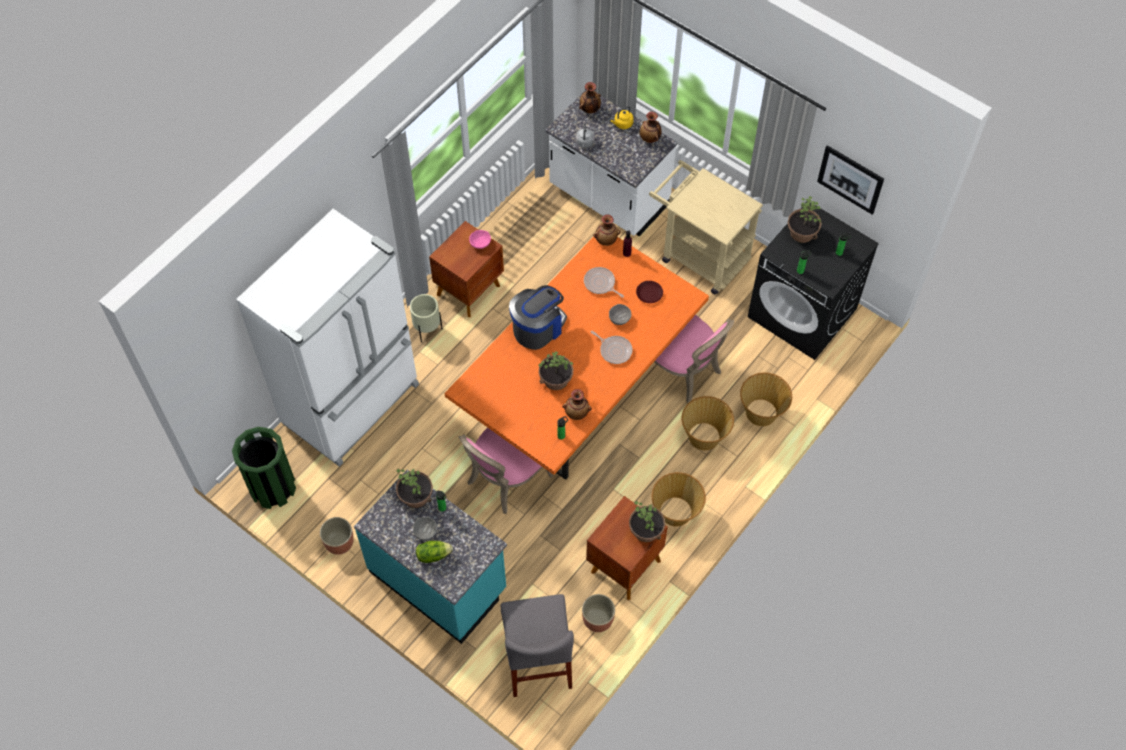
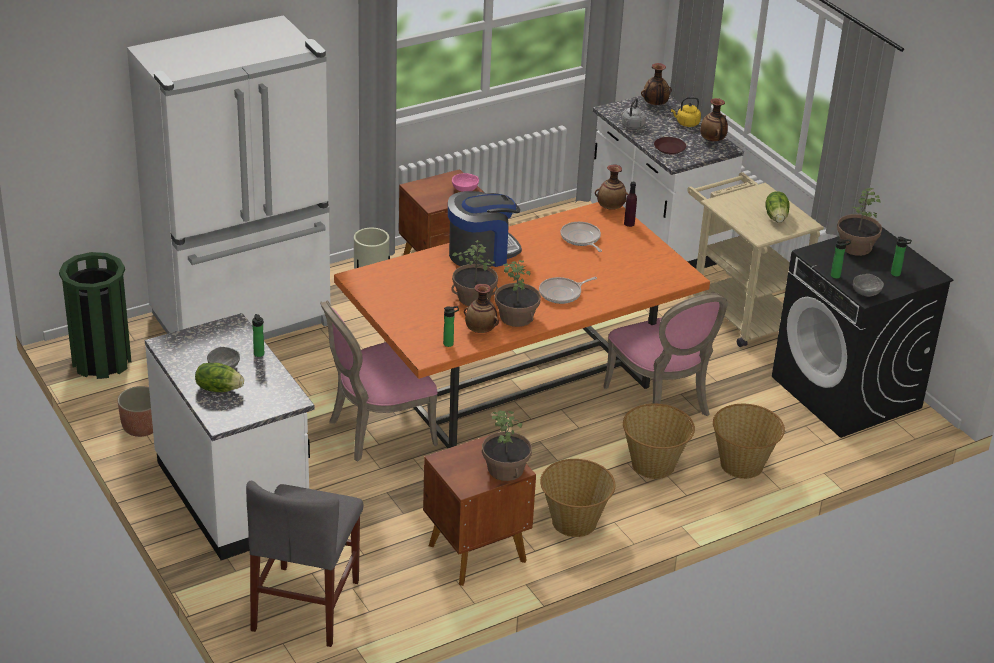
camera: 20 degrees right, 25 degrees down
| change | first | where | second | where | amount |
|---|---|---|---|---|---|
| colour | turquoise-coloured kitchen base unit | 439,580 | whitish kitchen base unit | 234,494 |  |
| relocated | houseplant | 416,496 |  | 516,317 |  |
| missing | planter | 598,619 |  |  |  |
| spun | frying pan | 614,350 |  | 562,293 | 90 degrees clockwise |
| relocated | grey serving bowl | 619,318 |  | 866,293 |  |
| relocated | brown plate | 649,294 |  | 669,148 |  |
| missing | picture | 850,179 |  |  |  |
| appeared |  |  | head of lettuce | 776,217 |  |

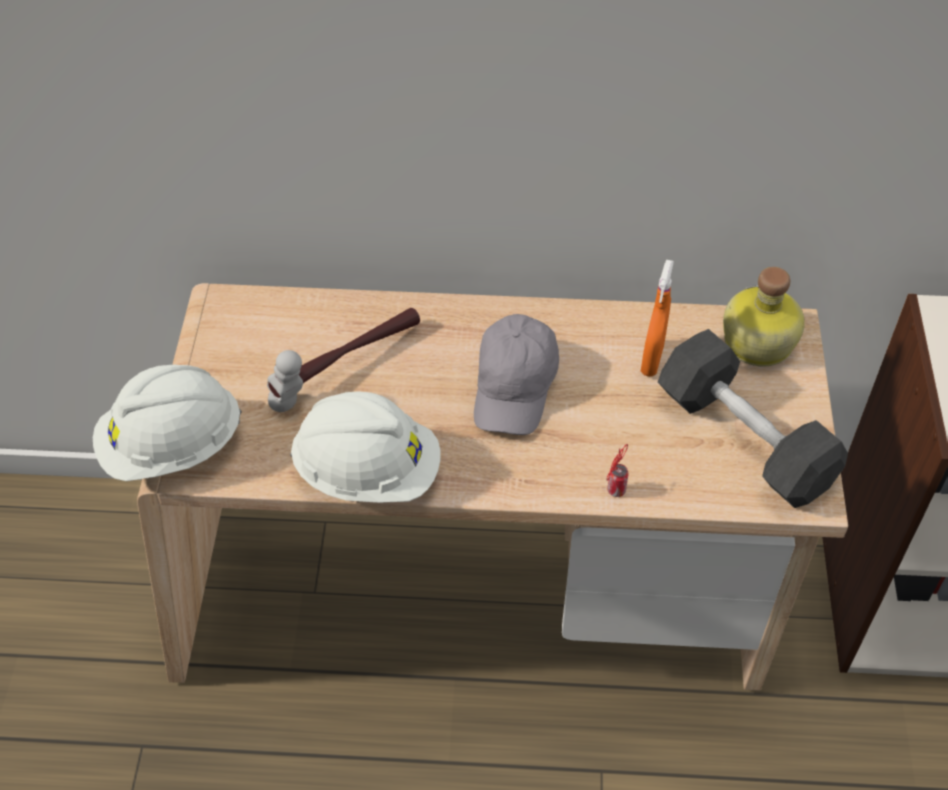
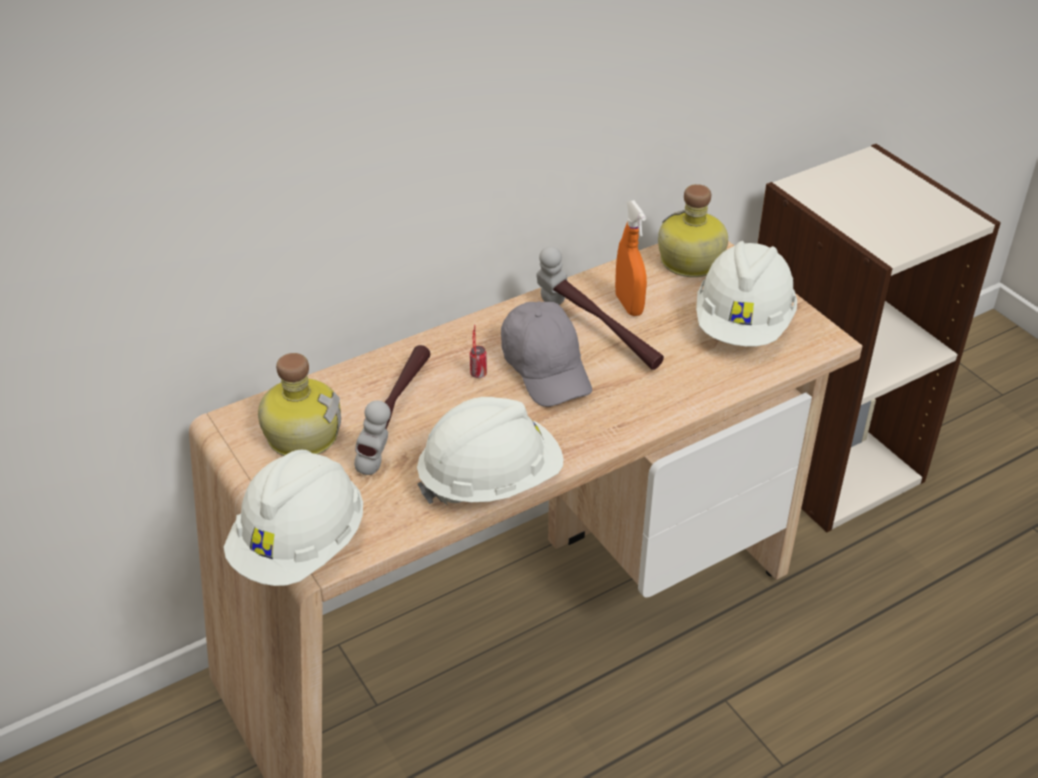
camera: 35 degrees left, 10 degrees down
| change | first | where | second | where | amount |
|---|---|---|---|---|---|
| relocated | sealed can | 615,492 |  | 478,375 |  |
| exchanged | grey dumbbell | 744,439 | whitish work helmet | 743,324 |  |
| appeared |  |  | drink bottle | 301,434 |  |
| appeared |  |  | hand hammer | 596,333 |  |

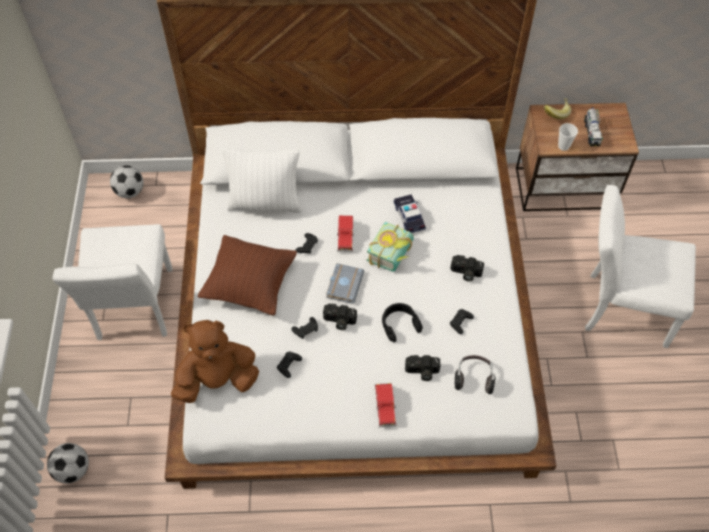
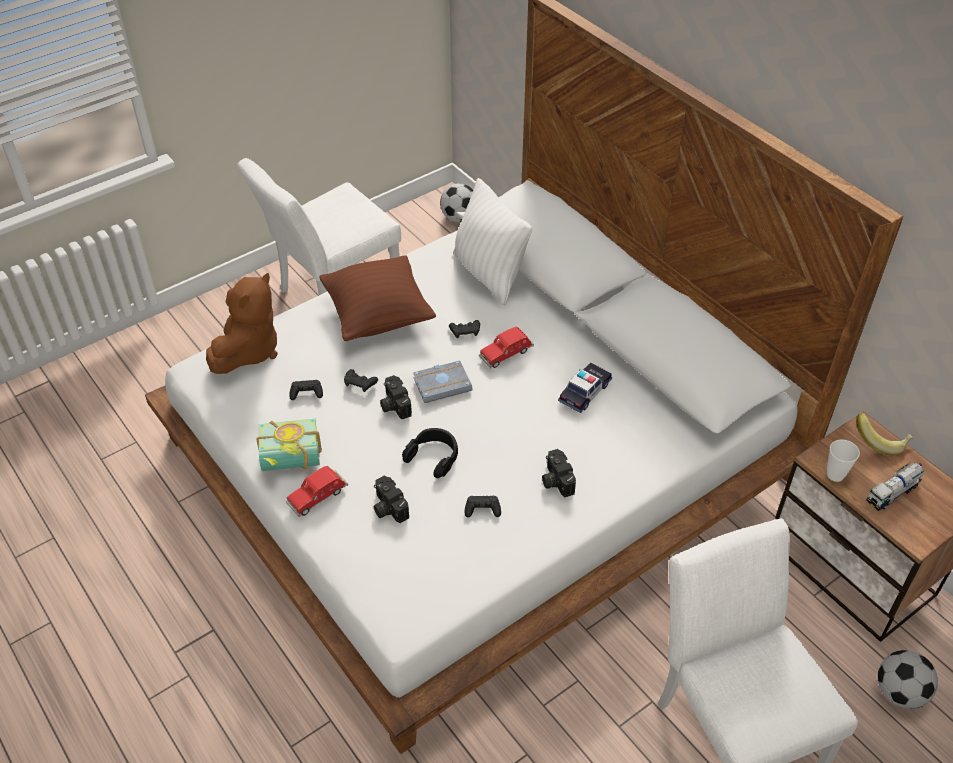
camera: 55 degrees right, 10 degrees down
| change | first | where | second | where | amount |
|---|---|---|---|---|---|
| relocated | football | 73,470 |  | 900,692 |  |
| spun | brown plush toy | 217,380 |  | 248,351 | 75 degrees clockwise |
| relocated | bound book | 394,255 |  | 291,462 |  |
| missing | headphones | 474,378 |  |  |  |

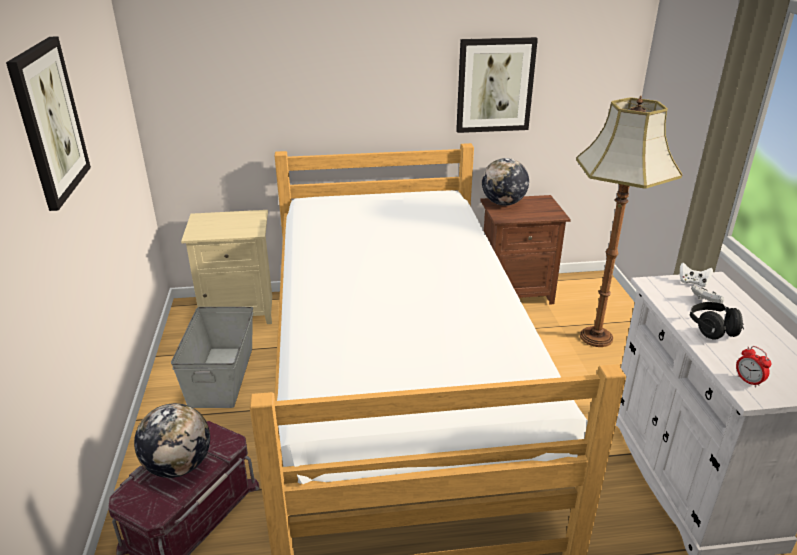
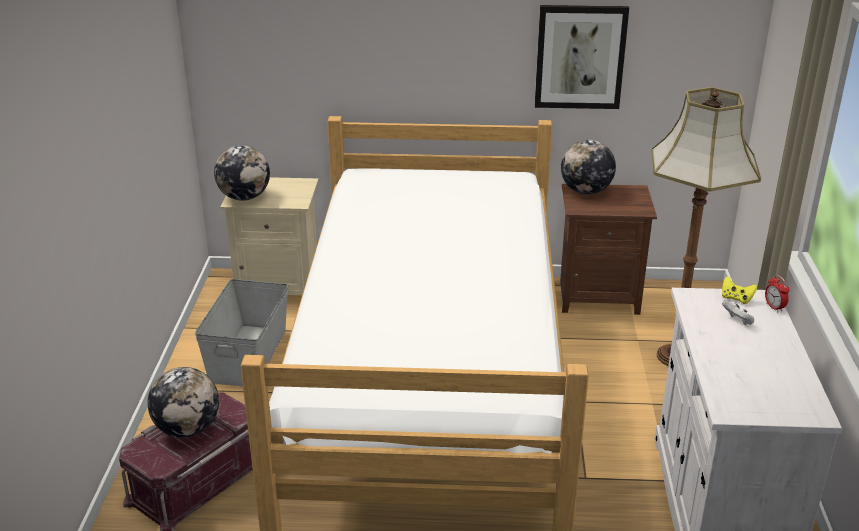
camera: 10 degrees right, 0 degrees up
| change | first | where | second | where | amount |
|---|---|---|---|---|---|
| missing | picture | 49,121 |  |  |  |
| colour | whitish game controller | 693,282 | yellowish game controller | 736,298 |  |
| missing | black headphones | 712,329 |  |  |  |
| relocated | table clock | 748,381 |  | 774,307 |  |
| appeared |  |  | desk globe | 244,197 |  |

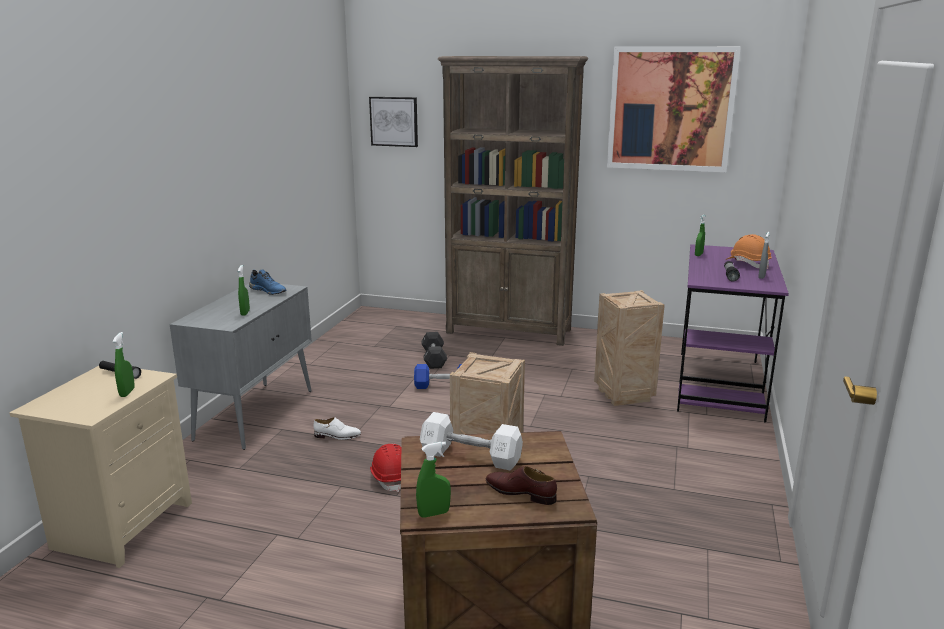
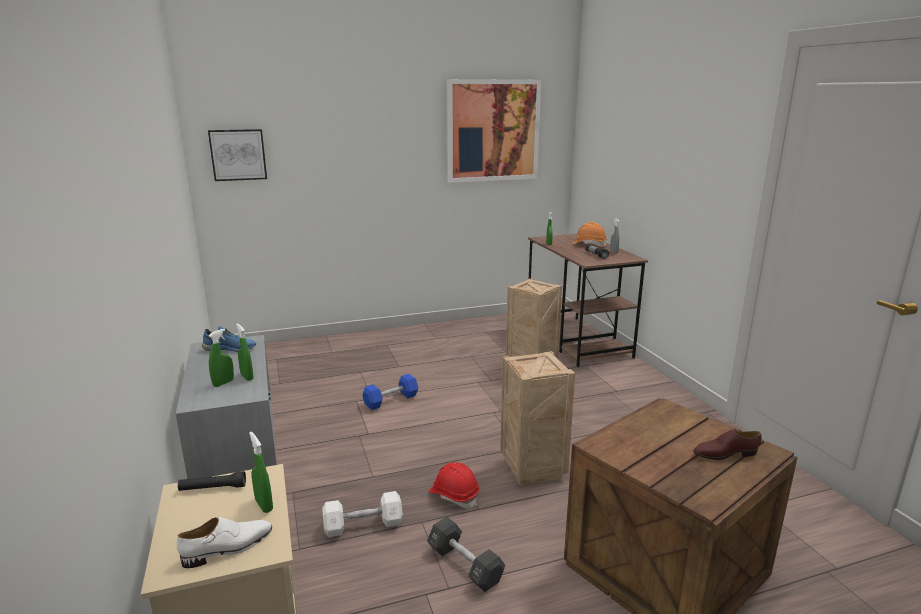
camera: 35 degrees left, 0 degrees up
| change | first | where | second | where | amount |
|---|---|---|---|---|---|
| relocated | whitish item of footwear | 337,436 |  | 228,548 |  |
| relocated | green-coloured spray bottle | 434,513 |  | 223,383 |  |
| relocated | whitish dumbbell | 471,456 |  | 363,525 |  |
| relocated | black dumbbell | 434,358 |  | 465,565 |  |
| missing | brown bookshelf | 509,331 |  |  |  |
| colour | purplish desk table | 719,385 | brown desk table | 577,340 |  |

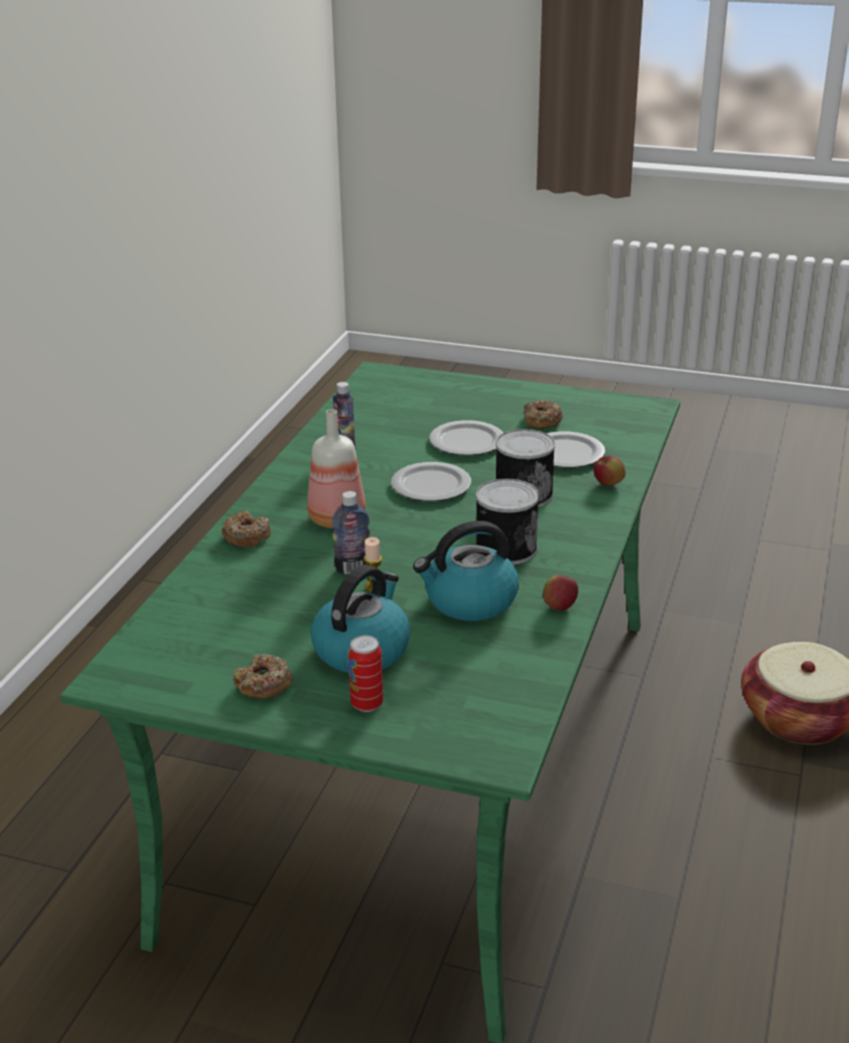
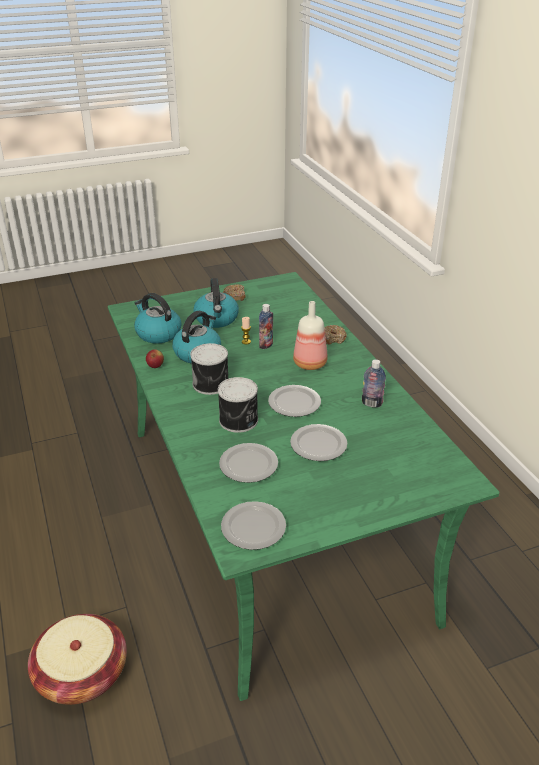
camera: 140 degrees right, 5 degrees up
| change | first | where | second | where | amount |
|---|---|---|---|---|---|
| missing | sealed can | 367,704 |  |  |  |
| missing | donut | 542,421 |  |  |  |
| missing | apple | 608,484 |  |  |  |
| appeared |  |  | tea kettle | 157,333 |  |
| appeared |  |  | plate | 253,528 |  |

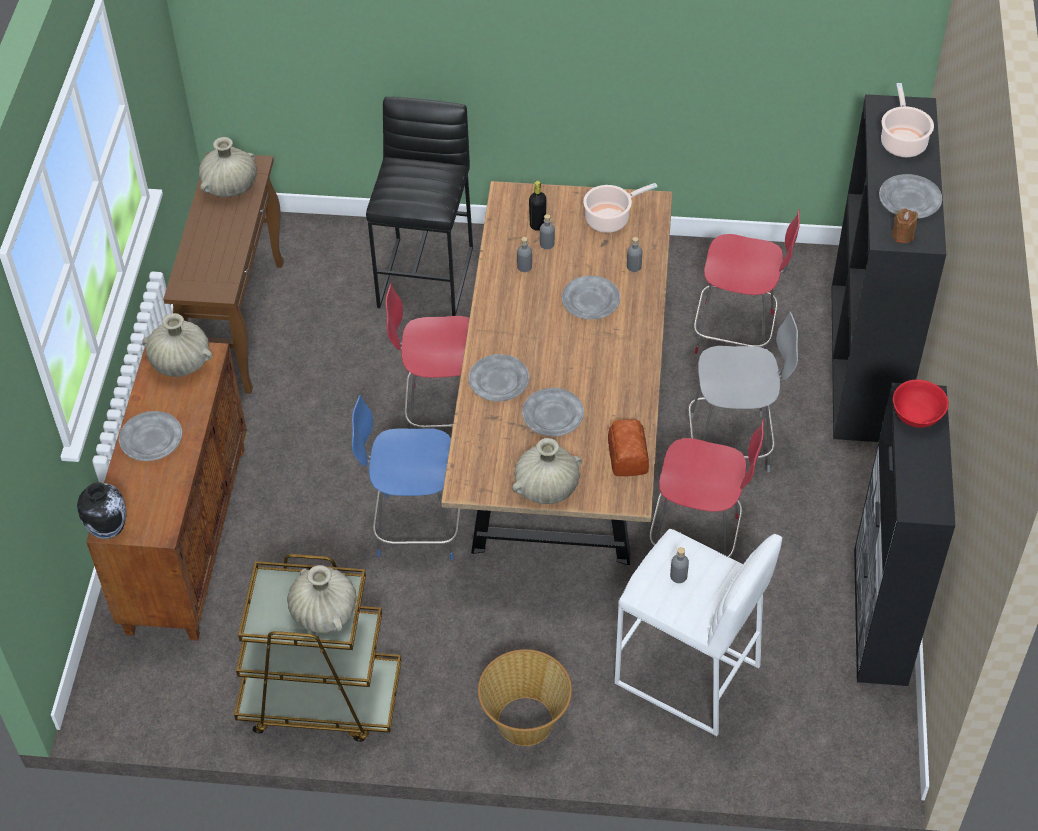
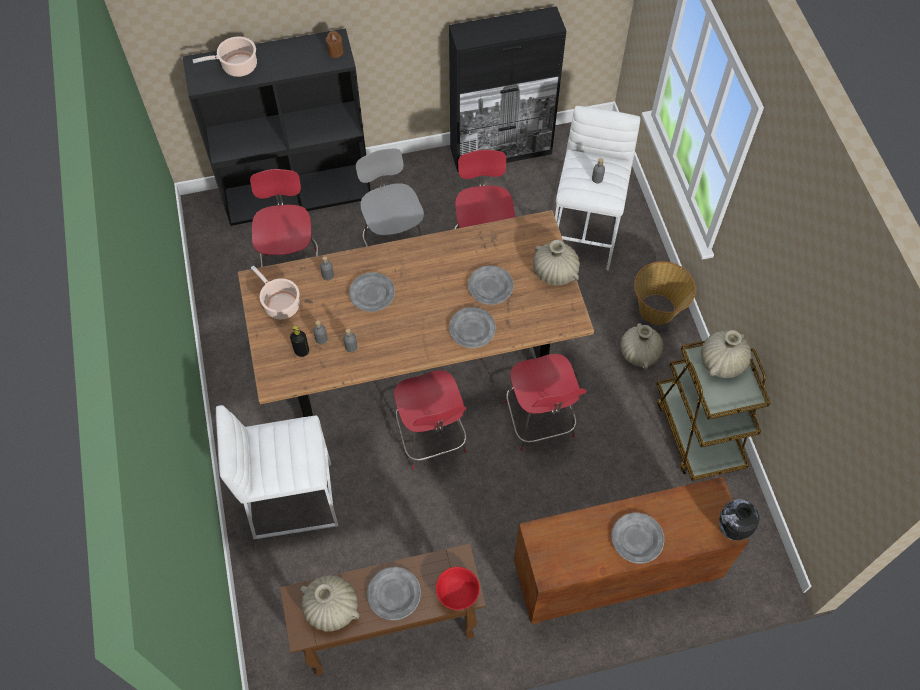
camera: 110 degrees left, 10 degrees up
| change | first | where | second | where | amount |
|---|---|---|---|---|---|
| relocated | beige flower vase | 181,362 |  | 639,353 |  |
| colour | blue upright chair | 414,526 | reddish upright chair | 540,422 |  |
| colour | black stool | 427,276 | whitish stool | 292,499 |  |
| missing | bakery bread | 627,456 |  |  |  |
| relocated | grey plate | 909,200 |  | 394,594 |  |
| relocated | reddish serving bowl | 917,415 |  | 457,592 |  |

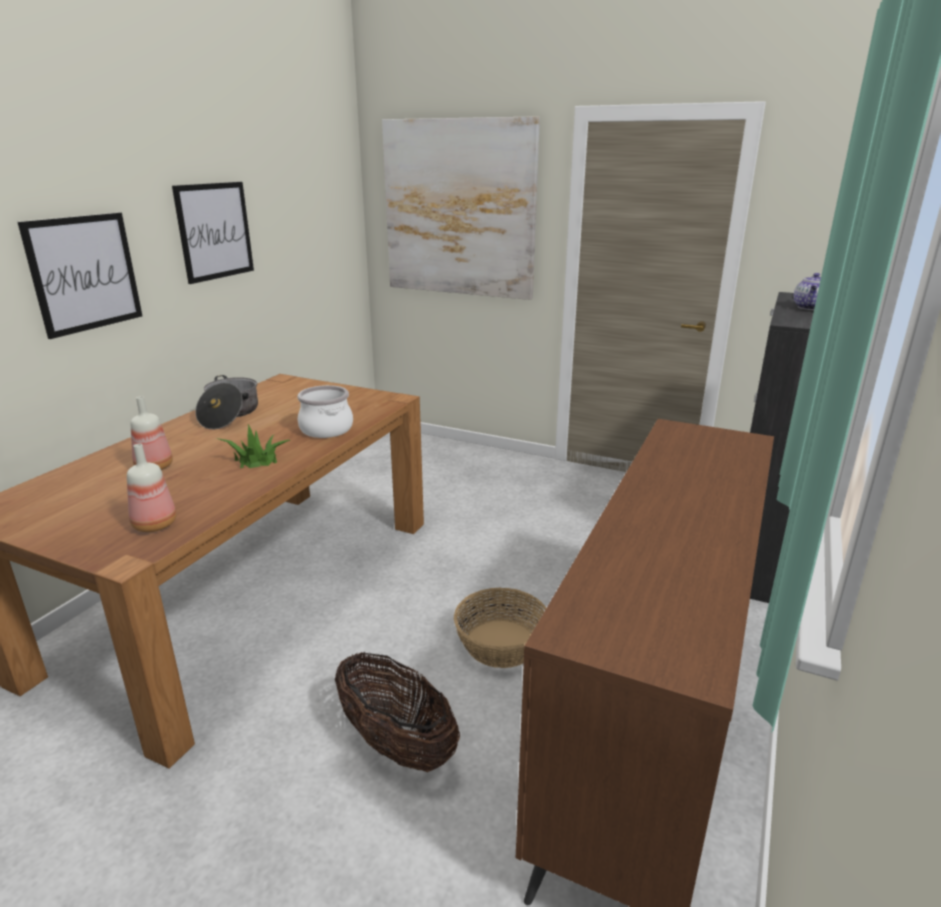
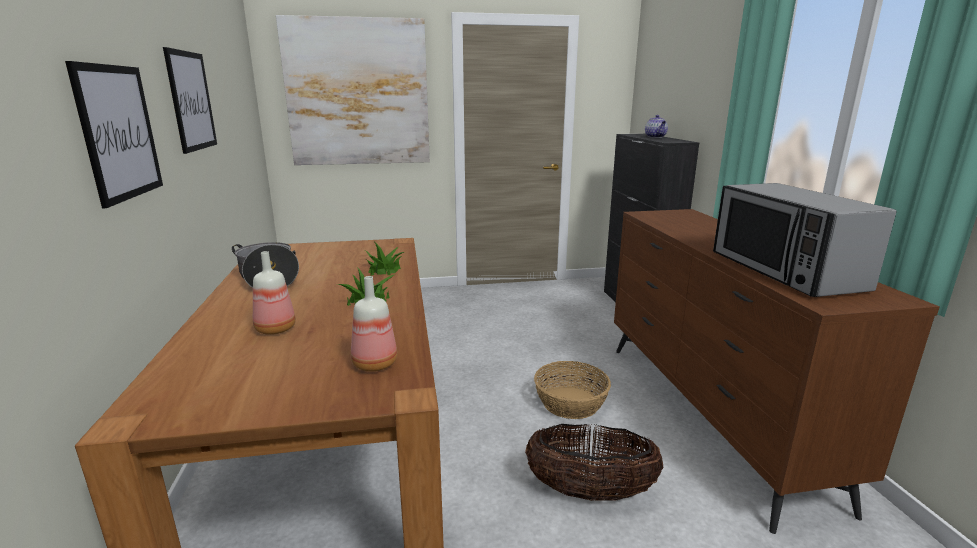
camera: 35 degrees left, 5 degrees down
| change | first | where | second | where | amount |
|---|---|---|---|---|---|
| exchanged | saucepot | 326,429 | houseplant | 384,270 |  |
| appeared |  |  | kitchen microwave | 784,271 |  |

